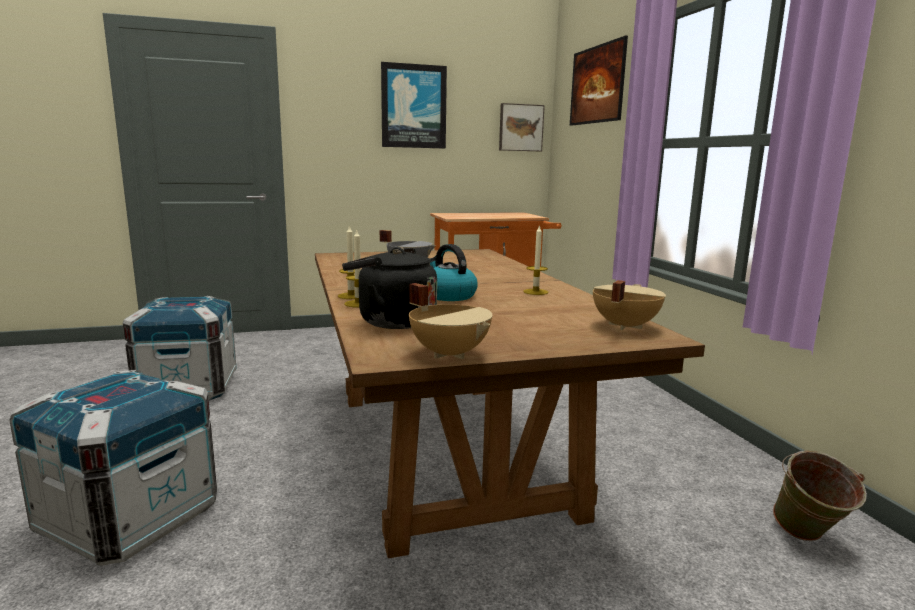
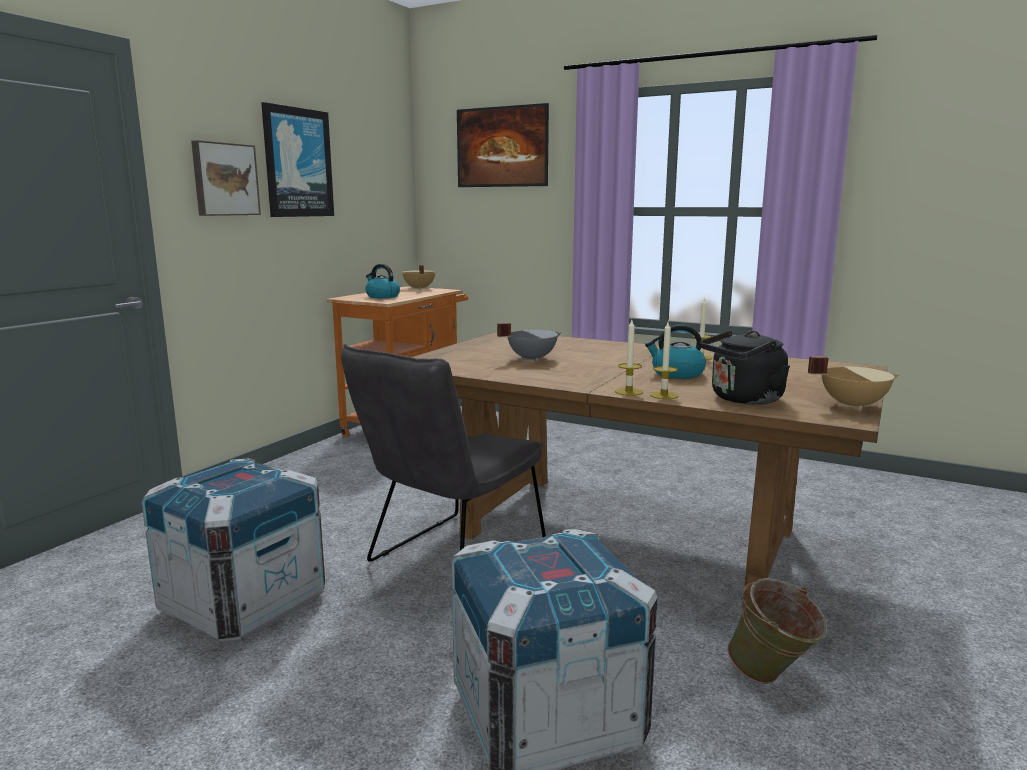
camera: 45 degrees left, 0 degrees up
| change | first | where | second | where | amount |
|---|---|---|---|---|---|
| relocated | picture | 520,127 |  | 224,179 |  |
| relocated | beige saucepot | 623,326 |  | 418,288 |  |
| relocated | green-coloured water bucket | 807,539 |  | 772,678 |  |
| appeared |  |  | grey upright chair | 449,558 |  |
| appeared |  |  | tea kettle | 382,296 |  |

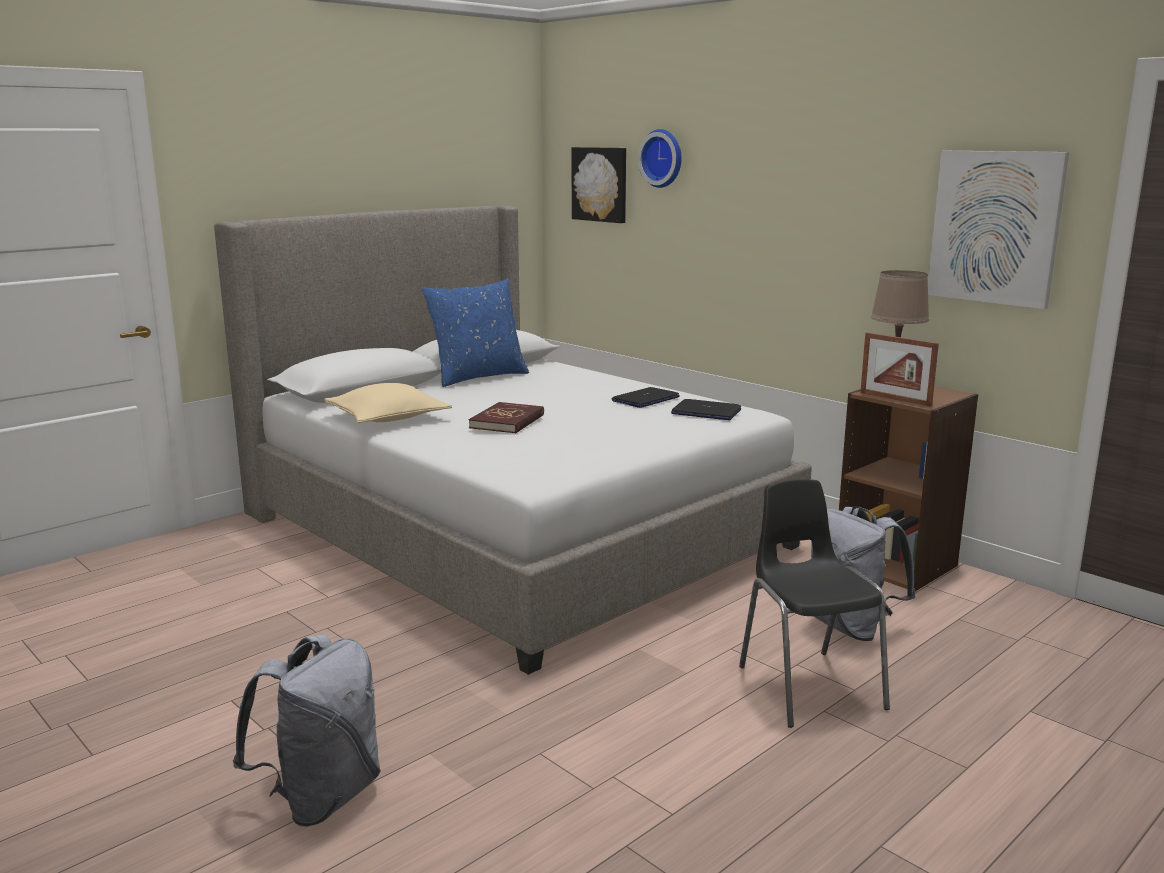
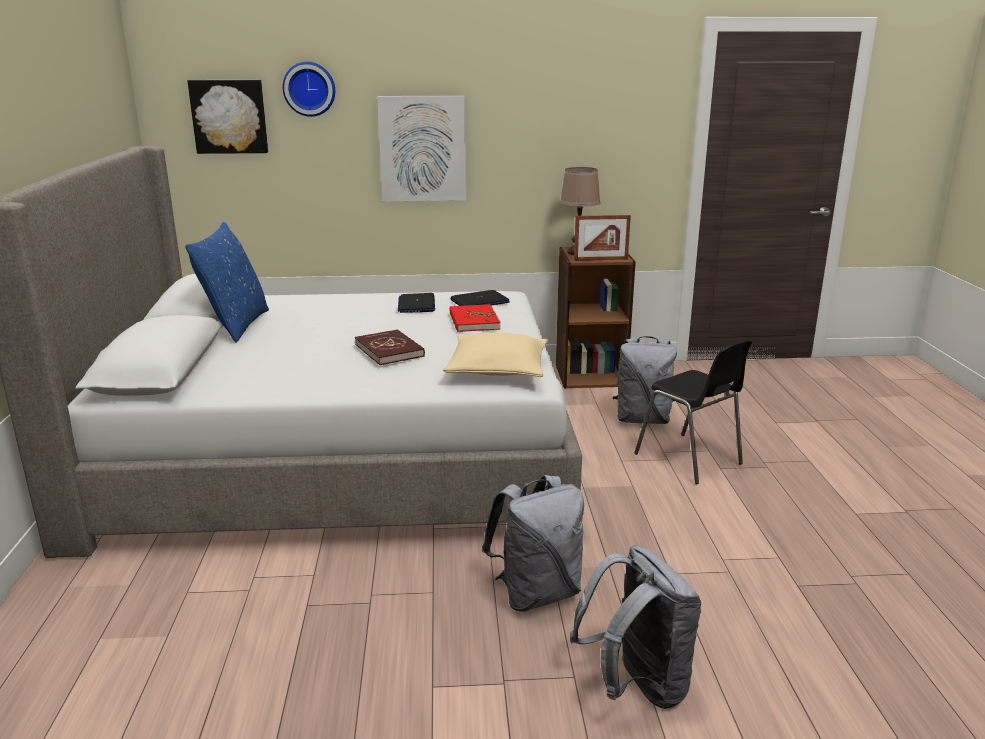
camera: 50 degrees left, 5 degrees up
| change | first | where | second | where | amount |
|---|---|---|---|---|---|
| relocated | beige throw pillow | 388,418 |  | 497,369 |  |
| spun | black upright chair | 808,685 |  | 690,460 | 150 degrees counterclockwise |
| relocated | picture | 995,227 |  | 422,149 |  |
| appeared |  |  | reddish bound book | 473,321 |  |
| appeared |  |  | grey backpack | 536,593 |  |

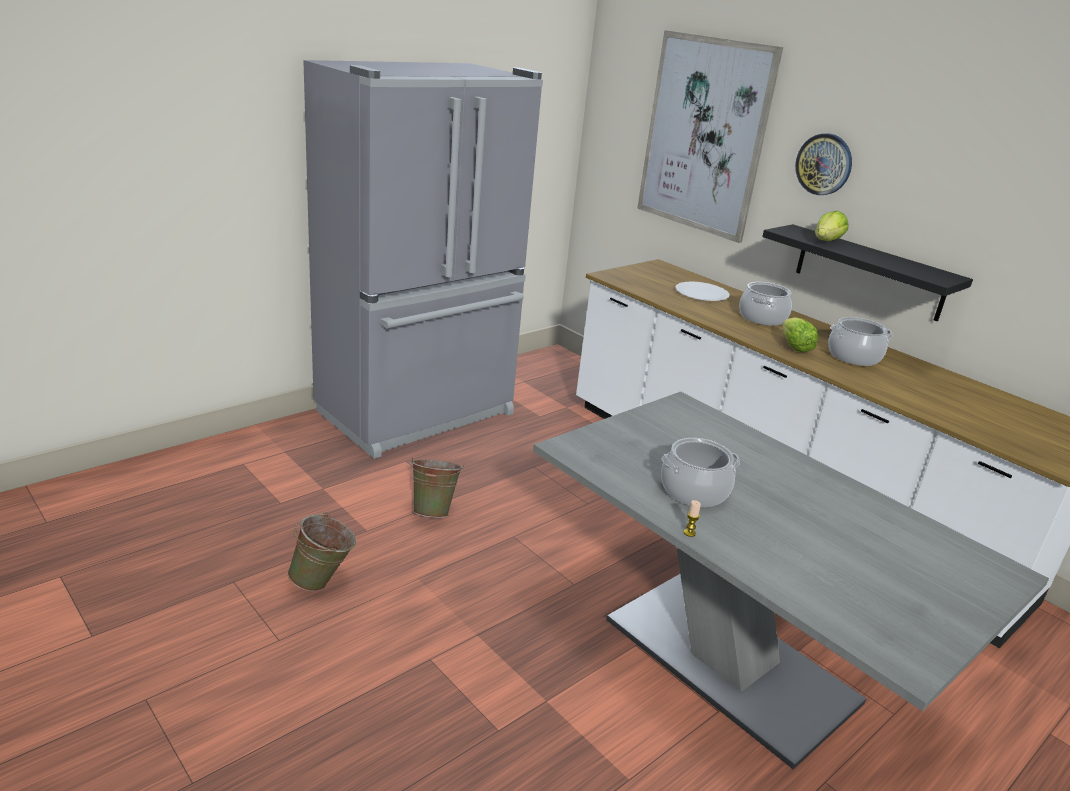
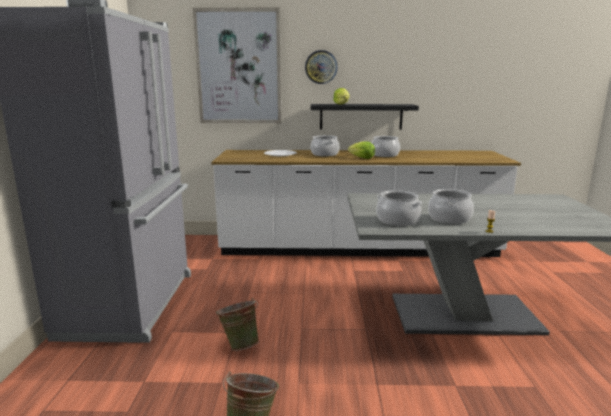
camera: 45 degrees left, 10 degrees down
| change | first | where | second | where | amount |
|---|---|---|---|---|---|
| appeared |  |  | saucepot | 398,220 |  |

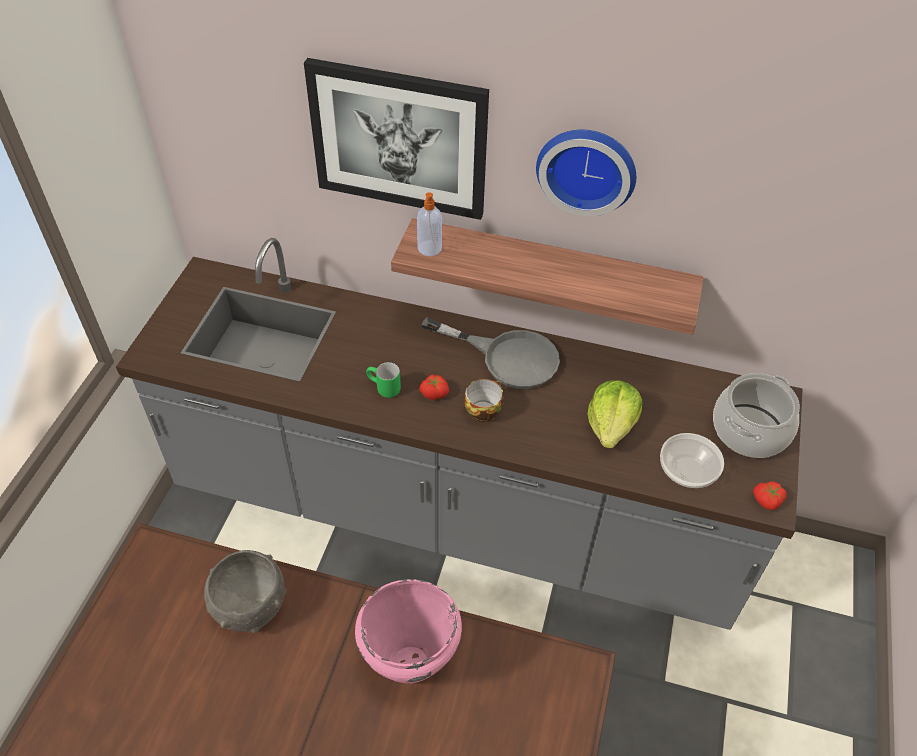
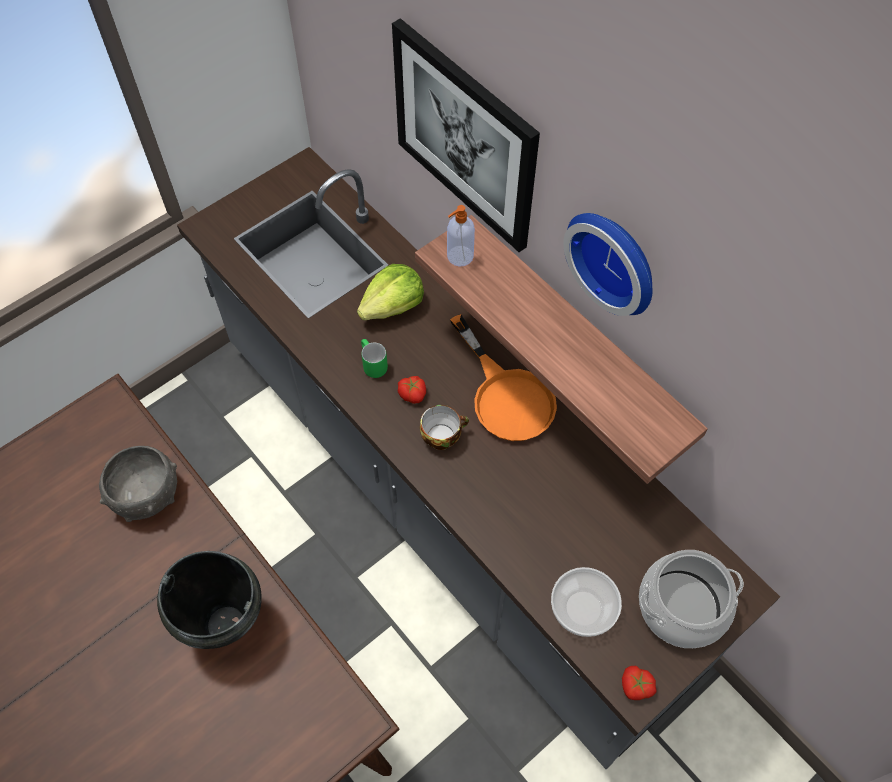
camera: 35 degrees right, 10 degrees up
| change | first | where | second | where | amount |
|---|---|---|---|---|---|
| colour | pink-coloured saucepot | 409,664 | black saucepot | 226,623 |  |
| colour | grey frying pan | 507,357 | orange-coloured frying pan | 506,395 |  |
| relocated | head of lettuce | 611,425 |  | 393,306 |  |

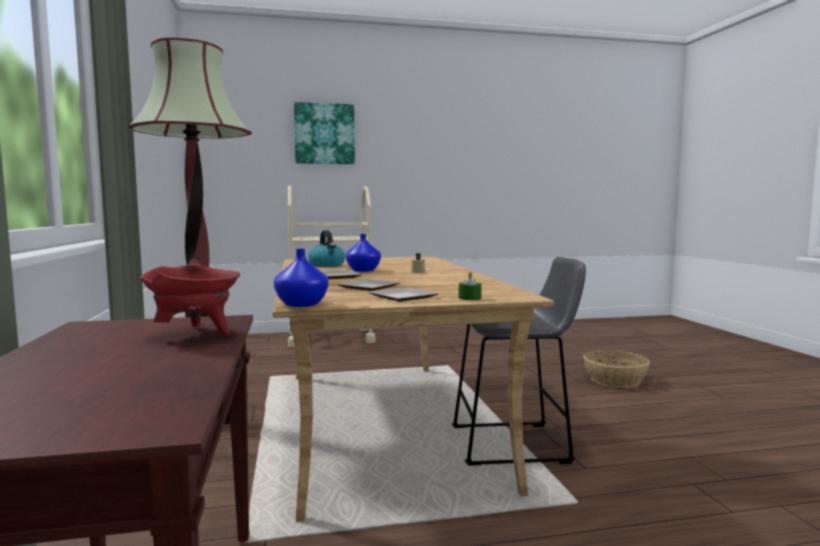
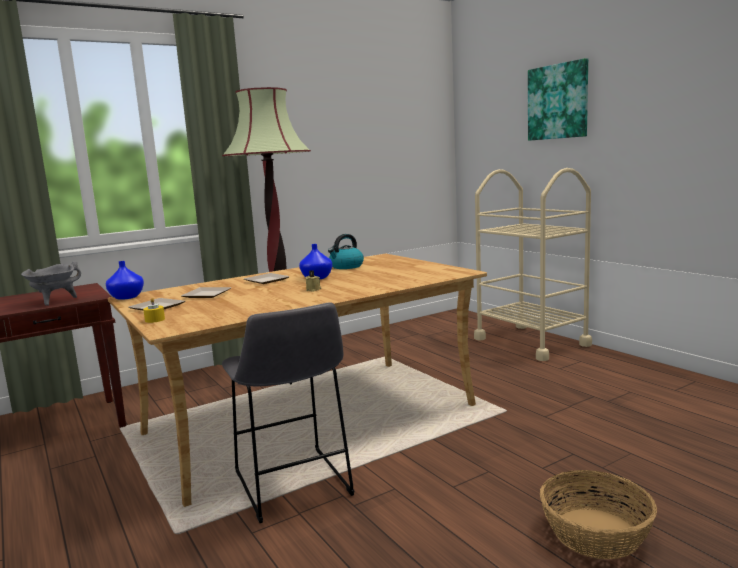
camera: 70 degrees right, 5 degrees up
| change | first | where | second | where | amount |
|---|---|---|---|---|---|
| colour | reddish saucepot | 196,334 | grey saucepot | 55,301 |  |
| colour | green-coloured wax candle | 469,298 | yellowish wax candle | 155,320 |  |

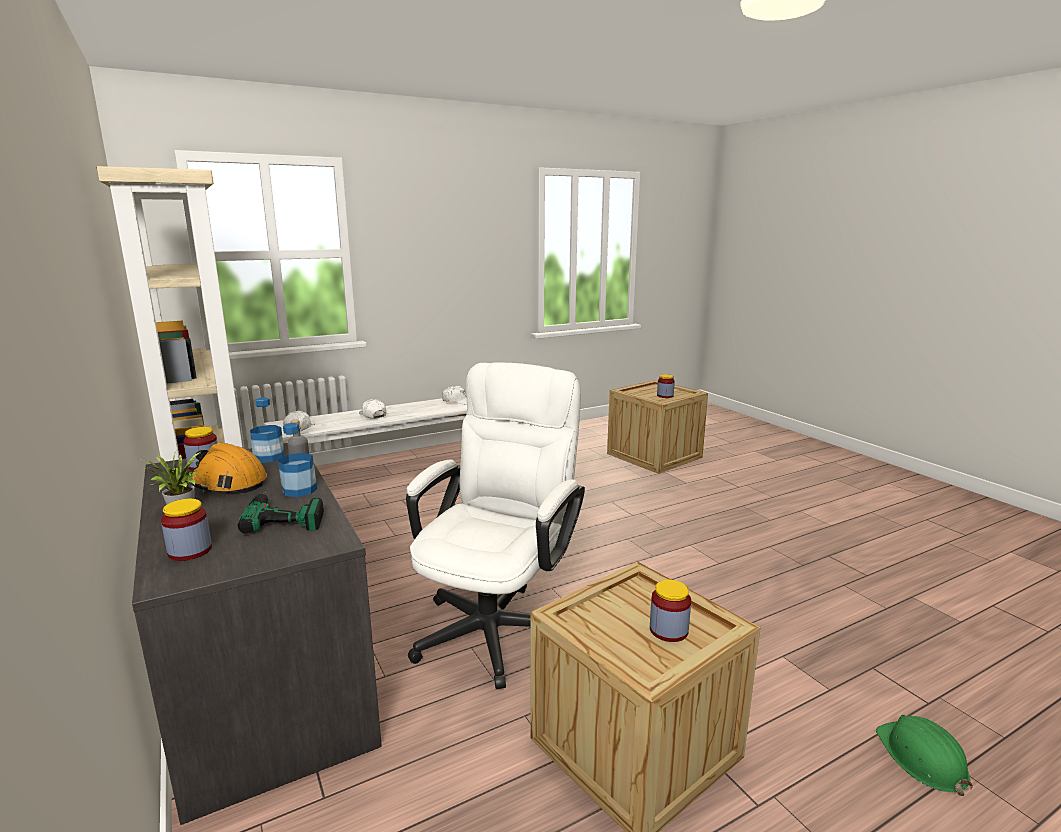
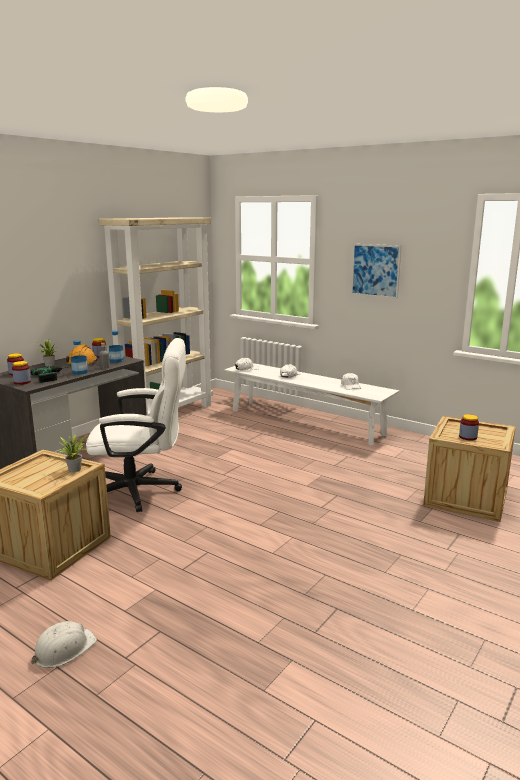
camera: 65 degrees right, 0 degrees up
| change | first | where | second | where | amount |
|---|---|---|---|---|---|
| relocated | jar | 668,630 |  | 22,382 |  |
| colour | green-coloured work helmet | 921,758 | whitish work helmet | 64,649 |  |
| appeared |  |  | houseplant | 76,469 |  |
| appeared |  |  | picture | 375,270 |  |

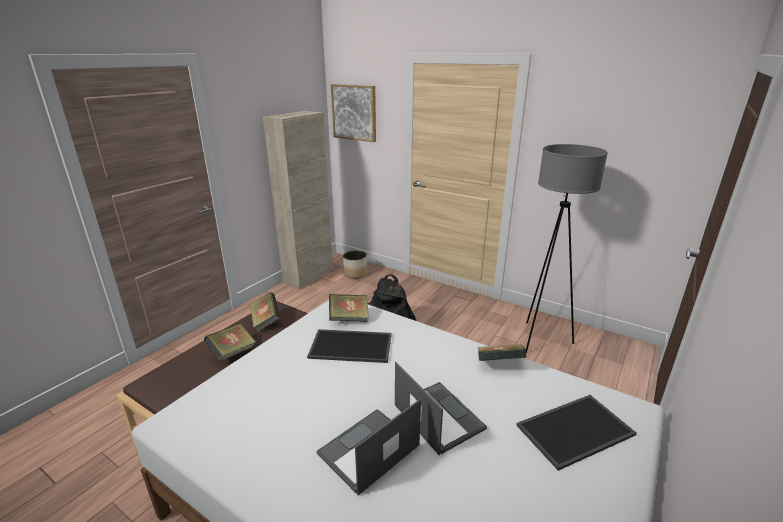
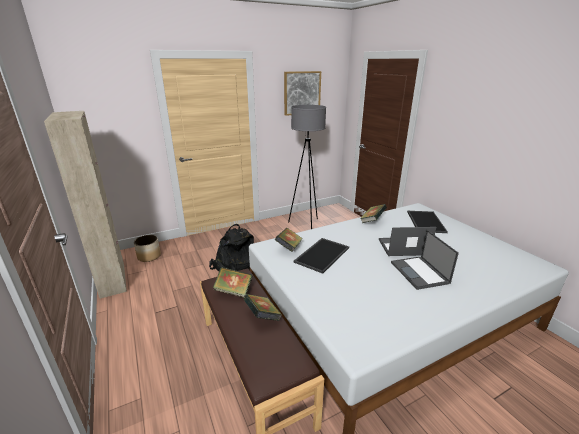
camera: 60 degrees left, 0 degrees up
| change | first | where | second | where | amount |
|---|---|---|---|---|---|
| relocated | picture | 354,112 |  | 302,93 |  |

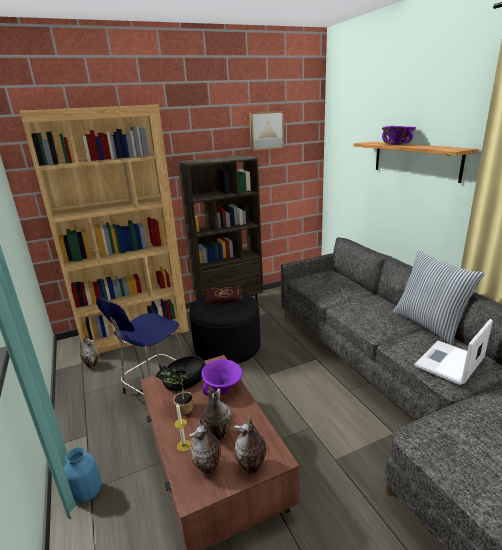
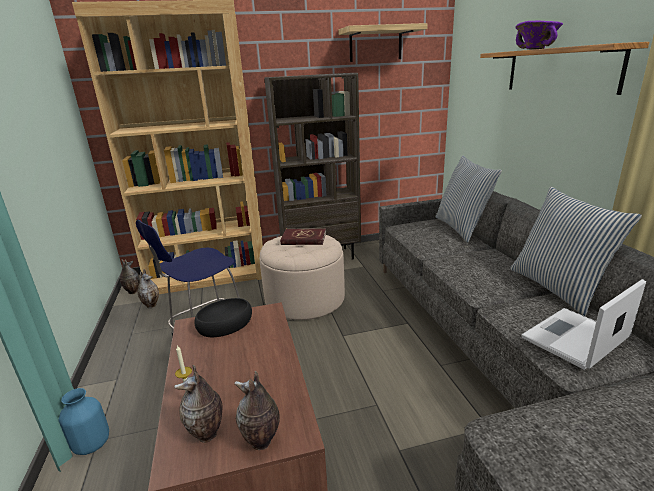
camera: 10 degrees right, 0 degrees up
| change | first | where | second | where | amount |
|---|---|---|---|---|---|
| missing | houseplant | 182,408 |  |  |  |
| colour | black ottoman | 227,346 | beige ottoman | 305,299 |  |
| missing | purplish serving bowl | 224,390 |  |  |  |
| relocated | flower vase | 217,435 |  | 132,292 |  |
| exchanged | picture | 266,130 | wall shelf | 375,44 |  |
| appeared |  |  | throw pillow | 462,228 |  |

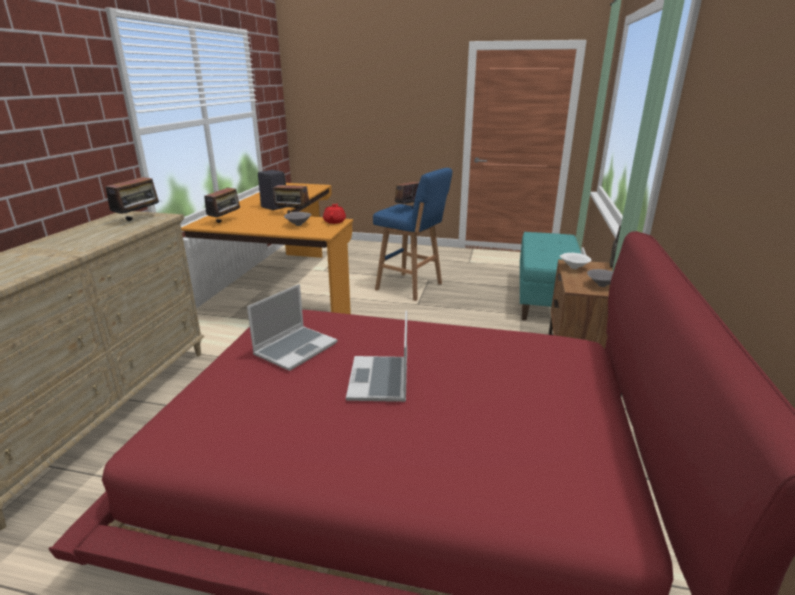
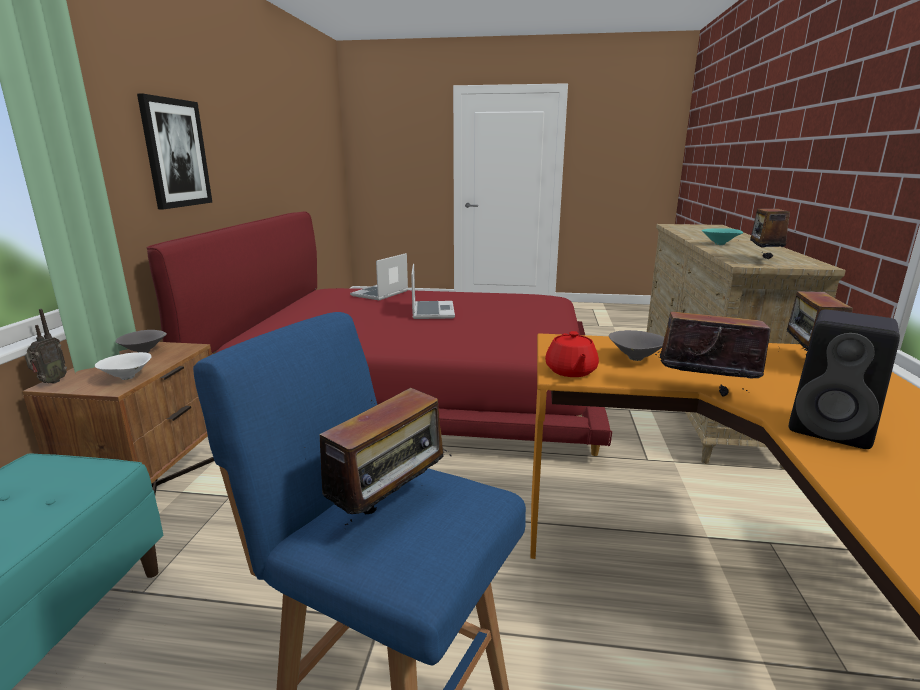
camera: 175 degrees right, 5 degrees down
| change | first | where | second | where | amount |
|---|---|---|---|---|---|
| relocated | portable computer | 296,348 |  | 380,293 |  |
| appeared |  |  | picture | 175,153 |  |
| appeared |  |  | turquoise-coloured serving bowl | 720,244 |  |

